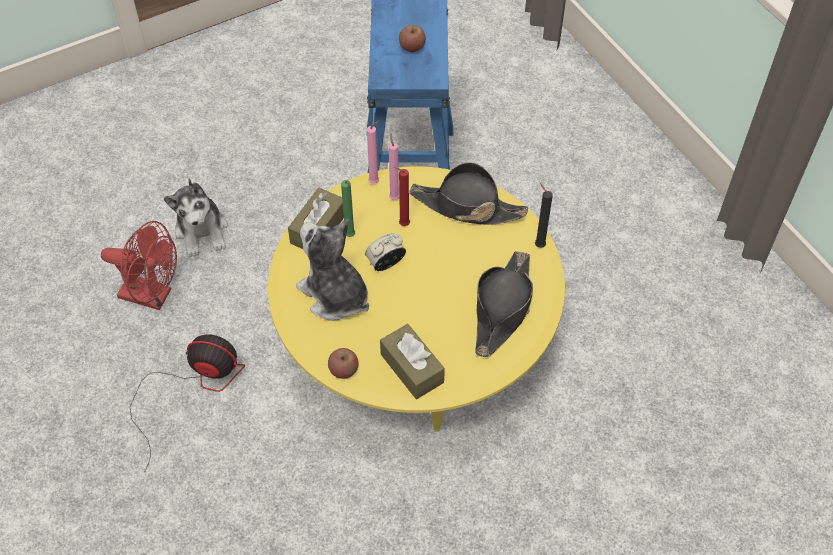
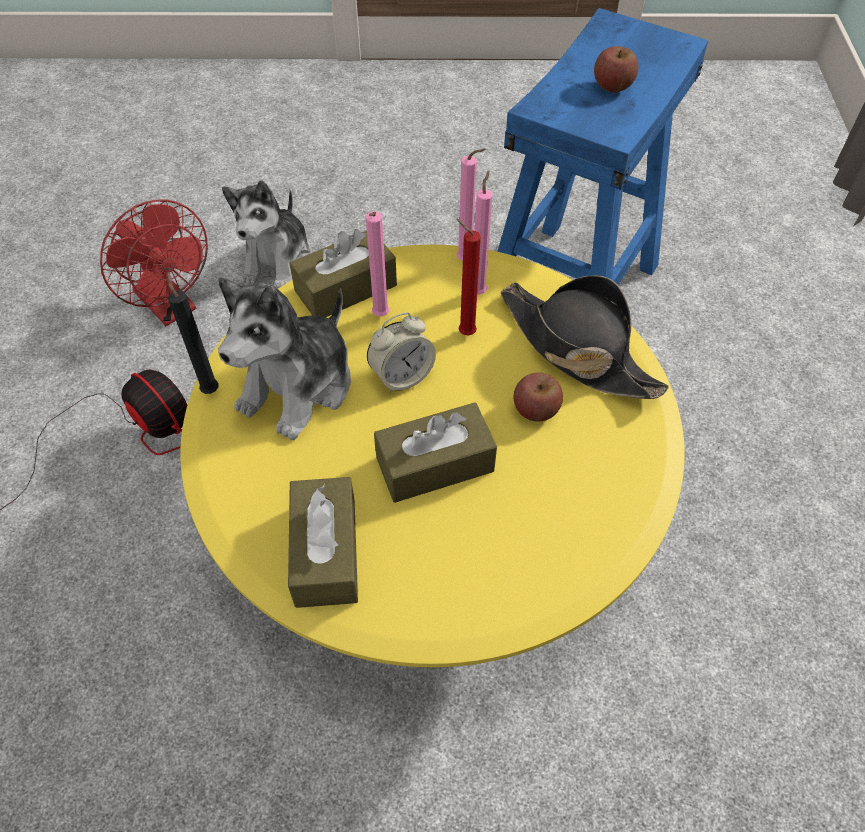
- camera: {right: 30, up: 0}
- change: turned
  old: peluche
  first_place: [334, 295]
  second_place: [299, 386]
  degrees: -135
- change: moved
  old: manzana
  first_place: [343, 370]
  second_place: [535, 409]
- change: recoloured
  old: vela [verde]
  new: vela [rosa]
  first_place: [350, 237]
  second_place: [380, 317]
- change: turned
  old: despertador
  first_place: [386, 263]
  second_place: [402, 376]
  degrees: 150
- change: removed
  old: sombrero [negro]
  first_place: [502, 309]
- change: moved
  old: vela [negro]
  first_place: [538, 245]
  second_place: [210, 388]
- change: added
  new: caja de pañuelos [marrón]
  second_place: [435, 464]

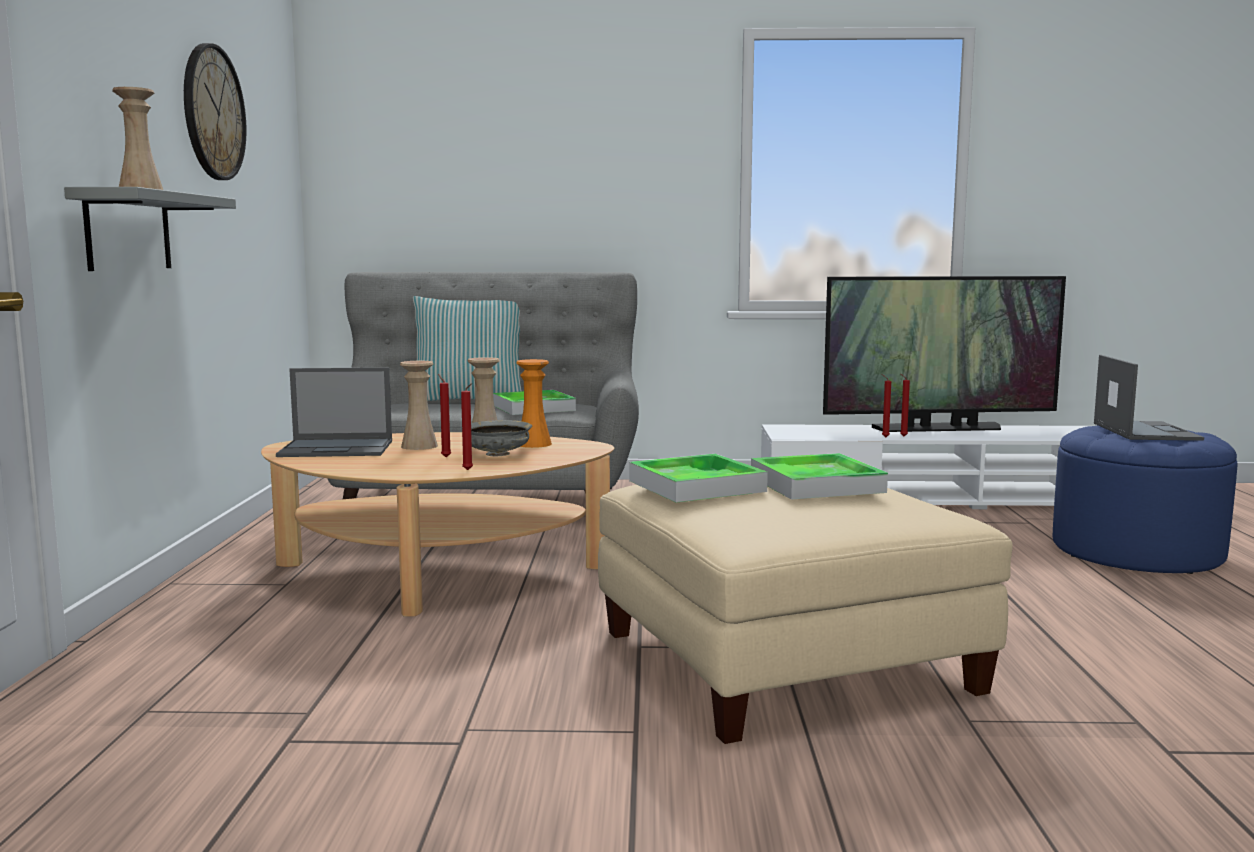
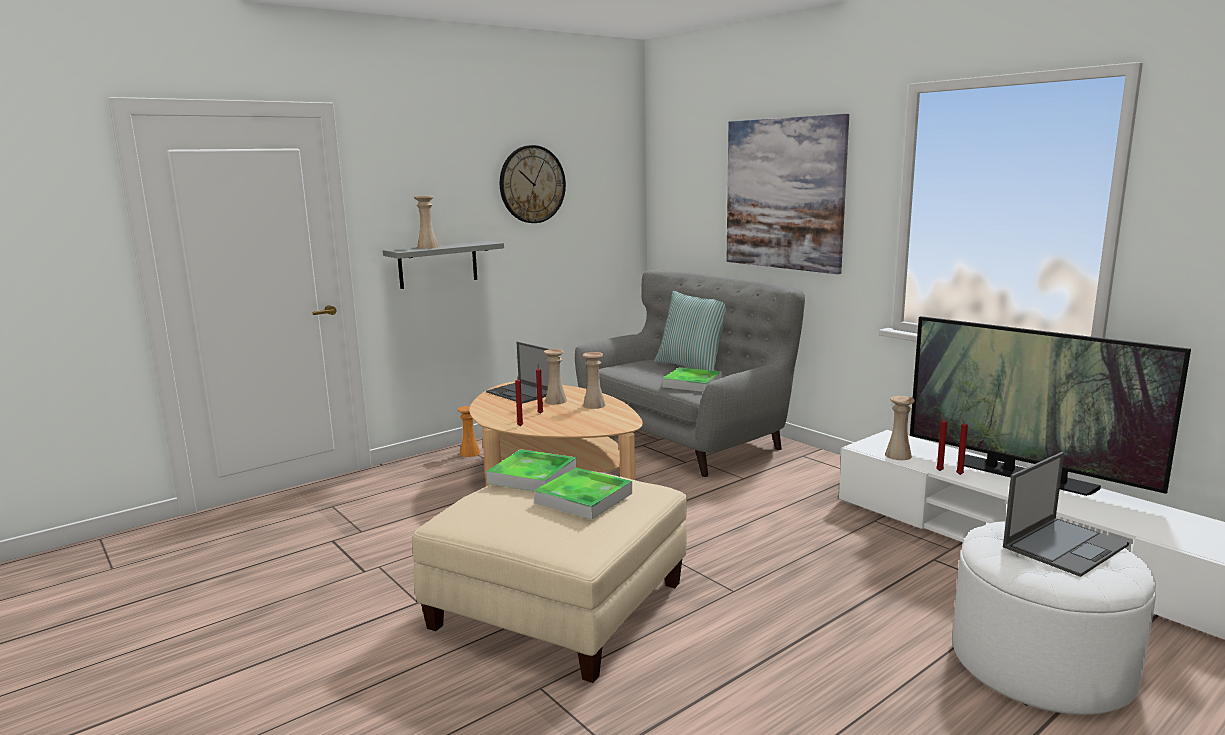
- camera: {right: 50, up: 5}
- change: removed
  old: cuenco [gris]
  first_place: [498, 454]
- change: moved
  old: florero [naranja]
  first_place: [533, 444]
  second_place: [470, 453]
- change: recoloured
  old: puf [azul]
  new: puf [blanco]
  first_place: [1136, 551]
  second_place: [1041, 663]
- change: added
  new: cuadro
  second_place: [784, 194]
- change: added
  new: florero [beis]
  second_place: [898, 455]

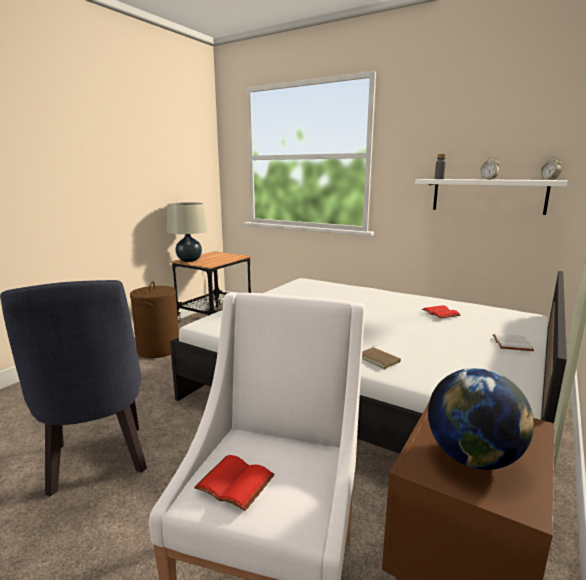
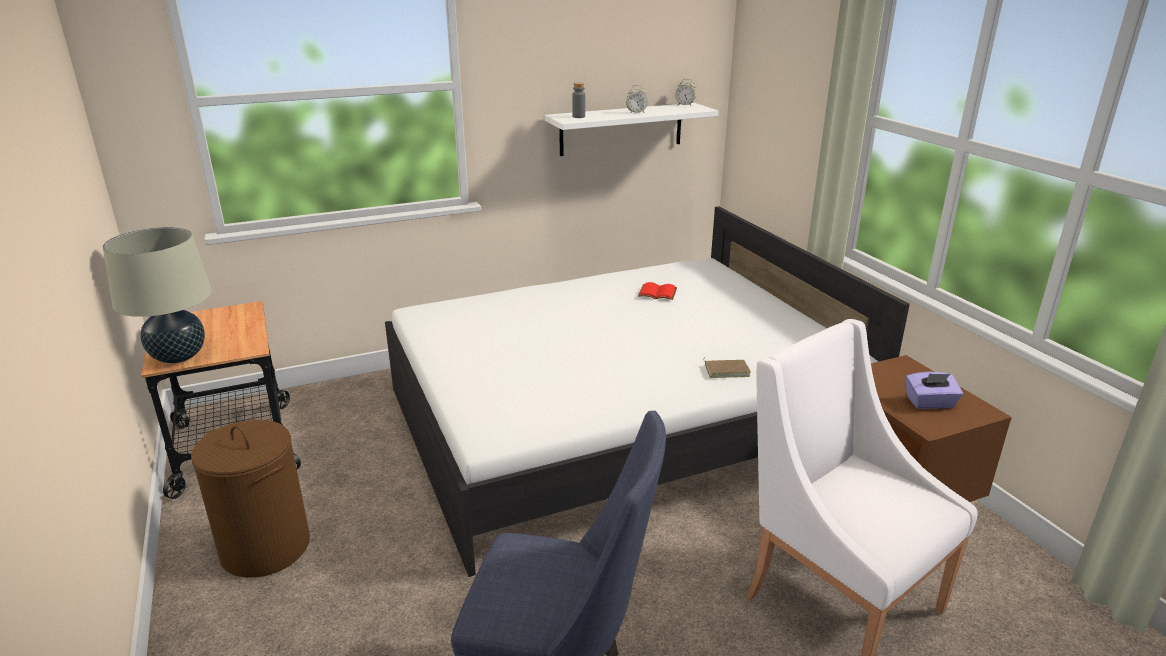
- camera: {right: -55, up: 10}
- change: removed
  old: libro [rojo]
  first_place: [237, 482]
- change: replaced
  old: globo terráqueo
  new: caja de pañuelos [morado]
  first_place: [472, 458]
  second_place: [930, 403]
- change: removed
  old: libro [blanco]
  first_place: [510, 343]

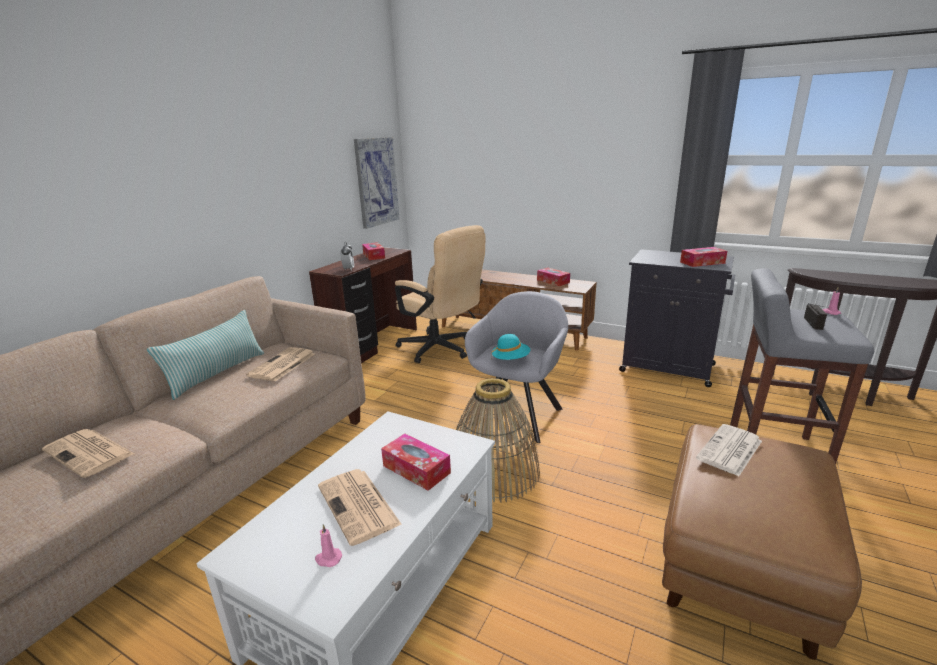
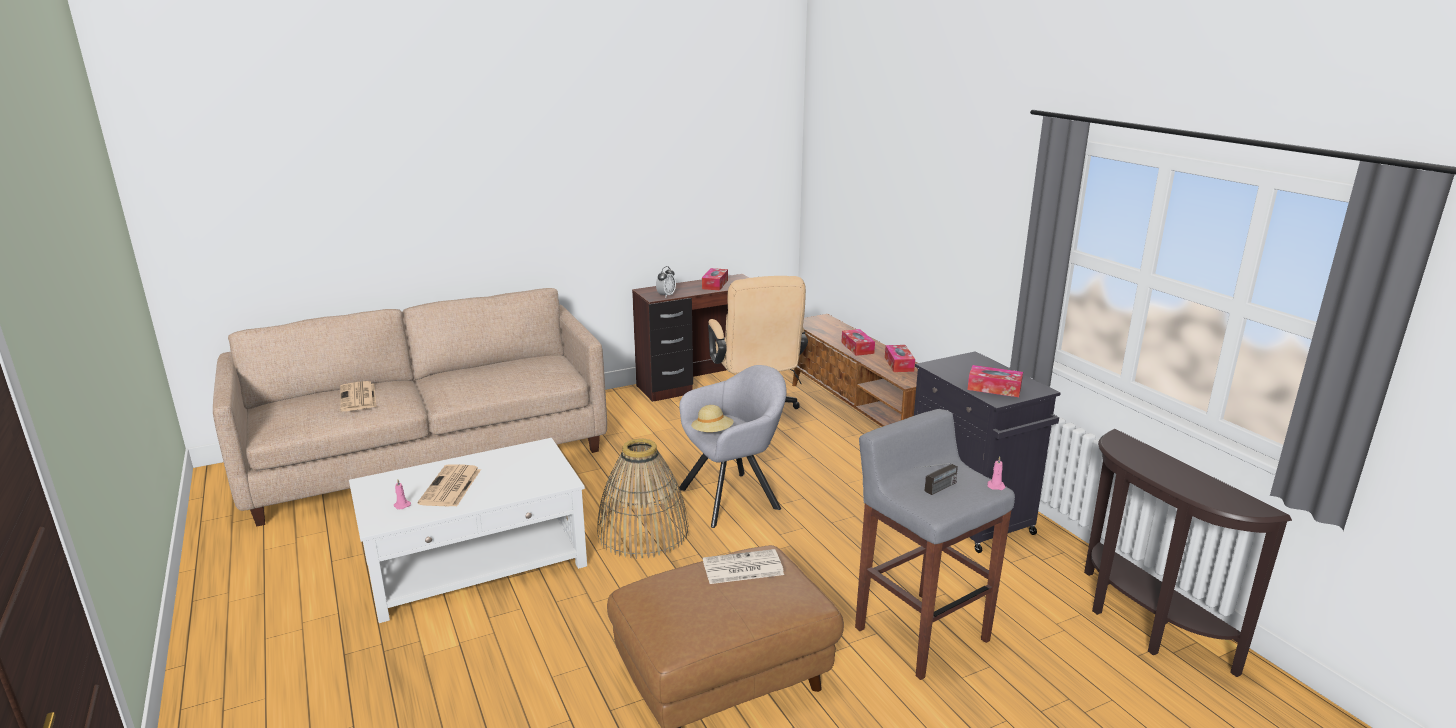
- camera: {right: 35, up: 0}
- change: removed
  old: cojín
  first_place: [217, 373]
- change: removed
  old: periódico
  first_place: [282, 365]
- change: removed
  old: cuadro
  first_place: [376, 182]
- change: moved
  old: caja de pañuelos
  first_place: [416, 469]
  second_place: [857, 348]
- change: recoloured
  old: sombrero [turquesa]
  new: sombrero [beis]
  first_place: [511, 360]
  second_place: [712, 433]

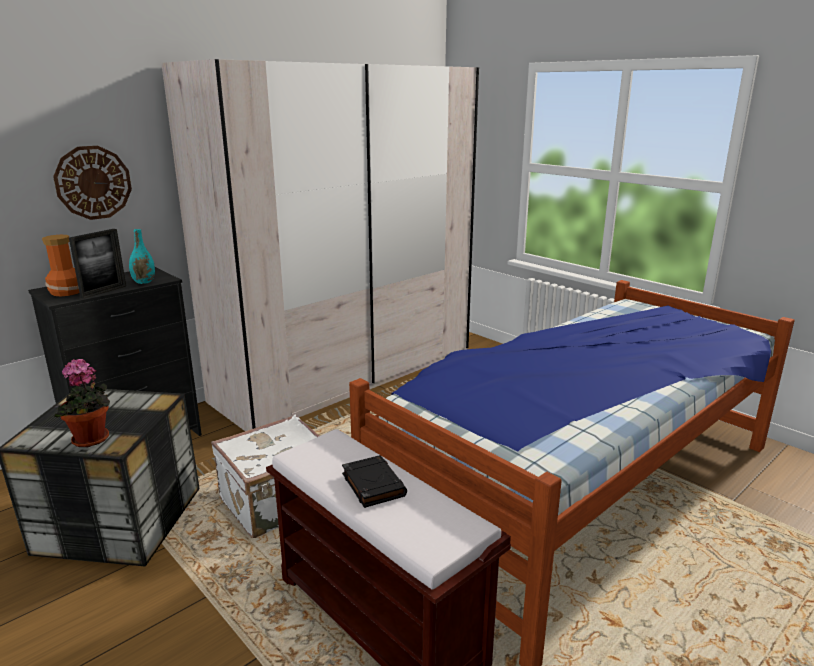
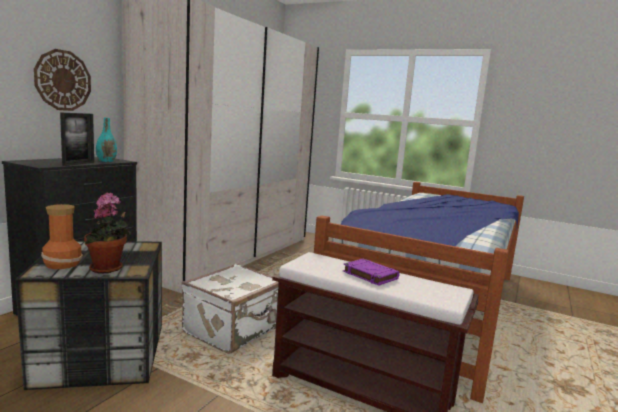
- camera: {right: -20, up: -10}
- change: moved
  old: florero
  first_place: [66, 292]
  second_place: [61, 264]
- change: recoloured
  old: libro [negro]
  new: libro [morado]
  first_place: [372, 484]
  second_place: [369, 275]

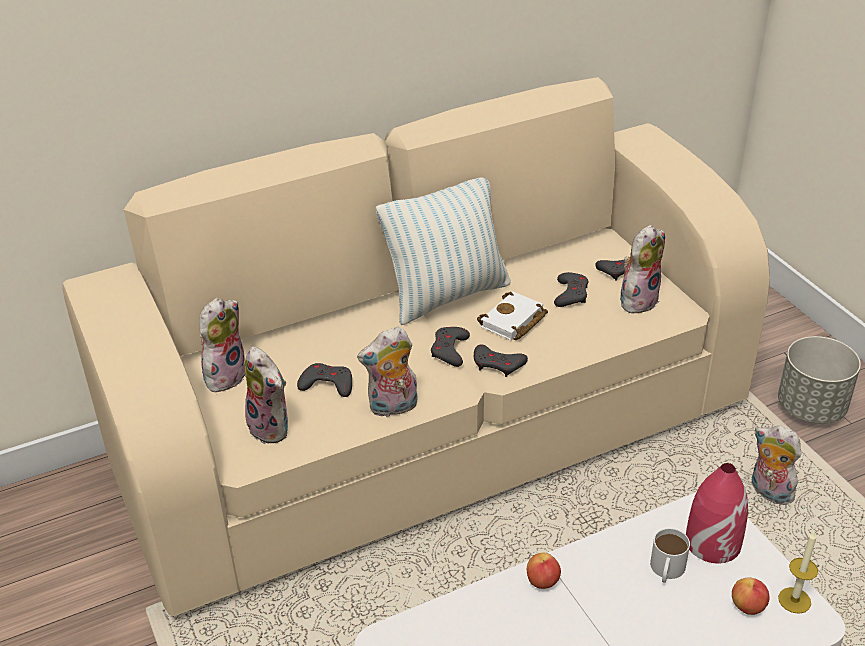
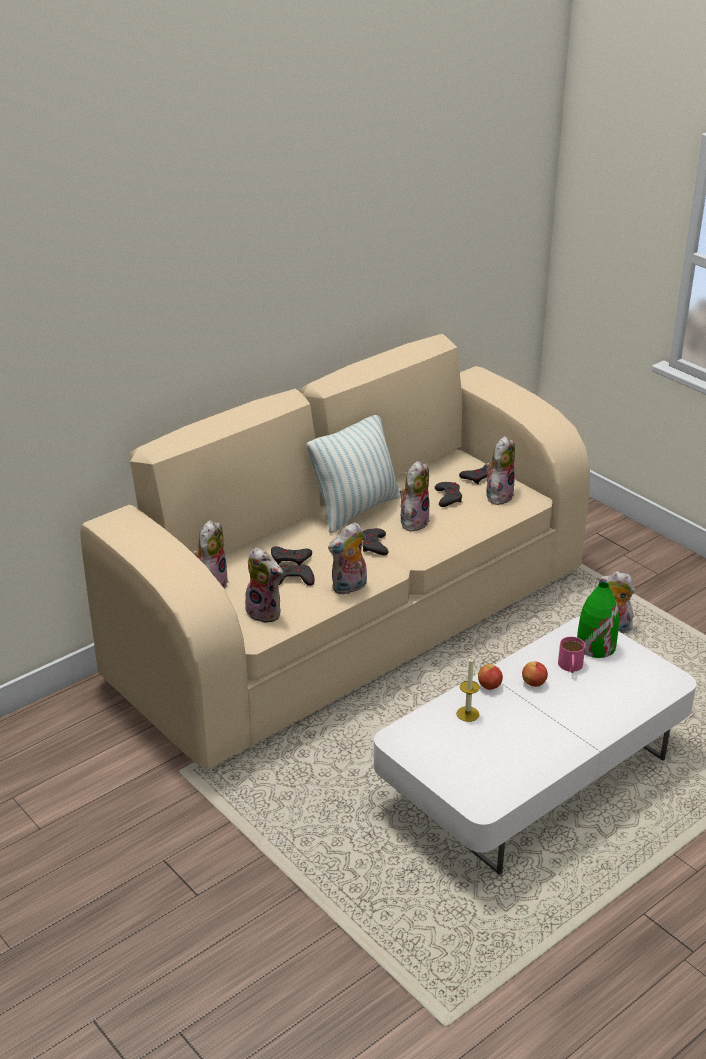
- camera: {right: -15, up: -5}
- change: moved
  old: mando de consola [gris]
  first_place: [498, 364]
  second_place: [290, 558]
- change: replaced
  old: libro [blanco]
  new: peluche
  first_place: [513, 322]
  second_place: [413, 521]
- change: recoloured
  old: taza grande [blanco]
  new: taza grande [rosa]
  first_place: [666, 570]
  second_place: [570, 667]
- change: recoloured
  old: florero [rojo]
  new: florero [verde]
  first_place: [712, 542]
  second_place: [595, 646]
- change: moved
  old: manzana
  first_place: [748, 606]
  second_place: [534, 683]
- change: removed
  old: maceta [gris]
  first_place: [811, 407]
- change: moved
  old: vela
  first_place: [794, 600]
  second_place: [467, 714]

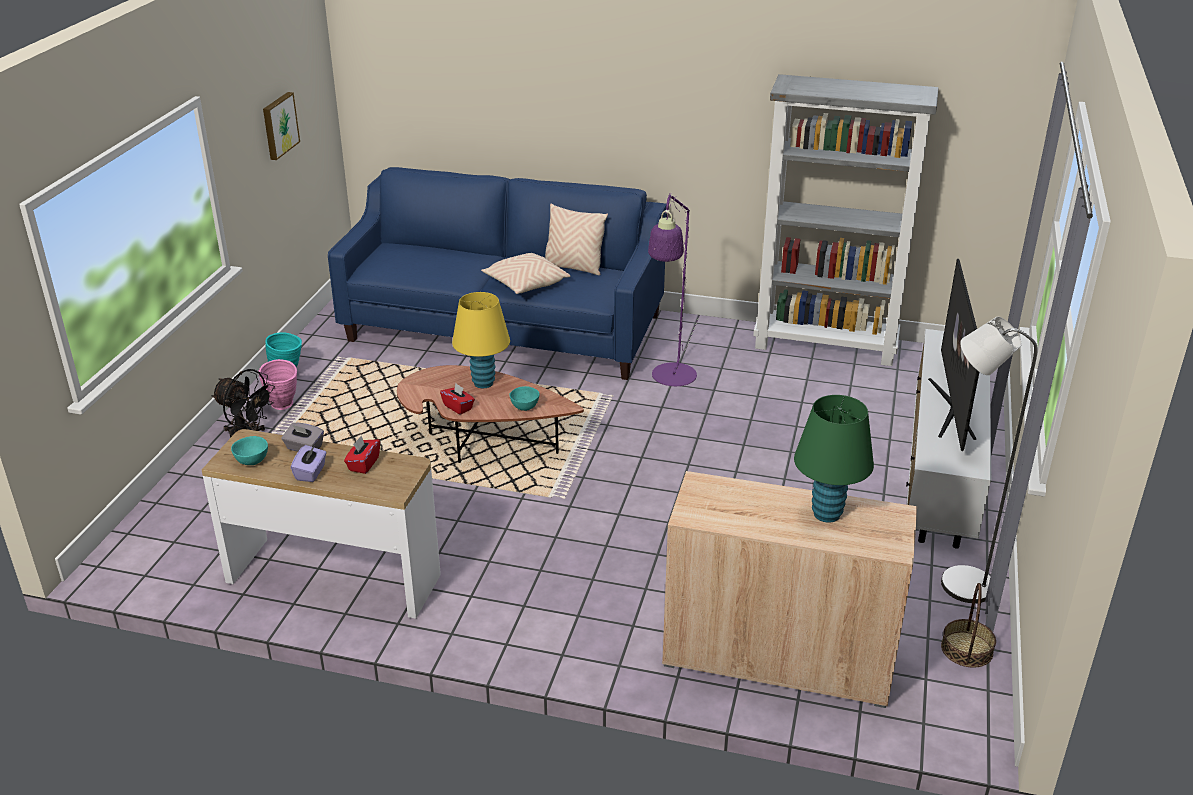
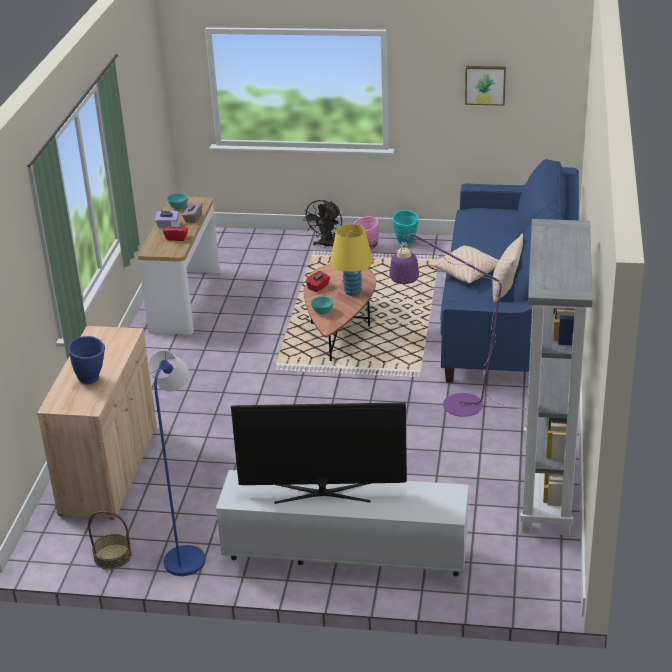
- camera: {right: 85, up: 0}
- change: replaced
  old: lámpara de mesa [verde]
  new: florero [azul]
  first_place: [826, 514]
  second_place: [92, 380]
- change: recoloured
  old: lámpara de pie [gris]
  new: lámpara de pie [azul]
  first_place: [956, 583]
  second_place: [187, 556]

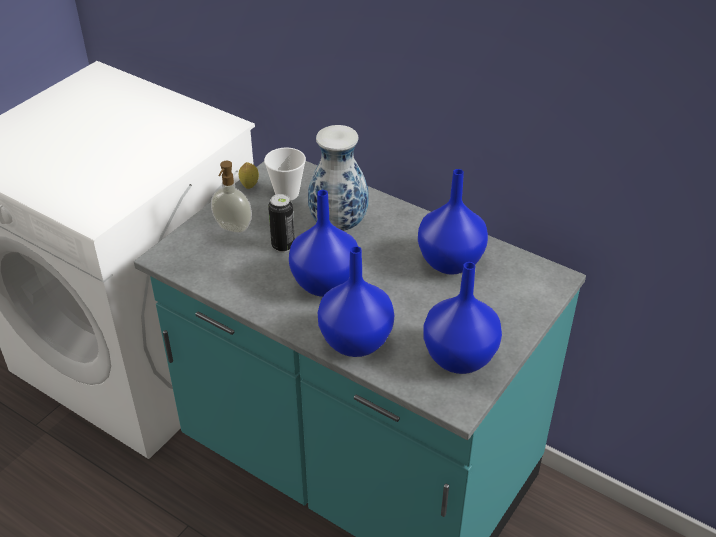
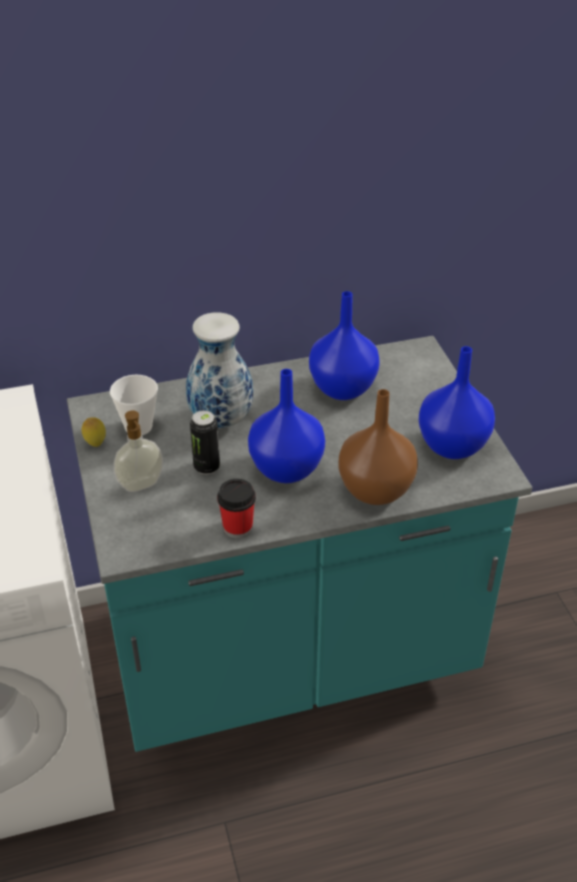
- camera: {right: -50, up: 0}
- change: recoloured
  old: florero [azul]
  new: florero [marrón]
  first_place: [356, 340]
  second_place: [374, 489]
- change: added
  new: taza
  second_place: [237, 527]

